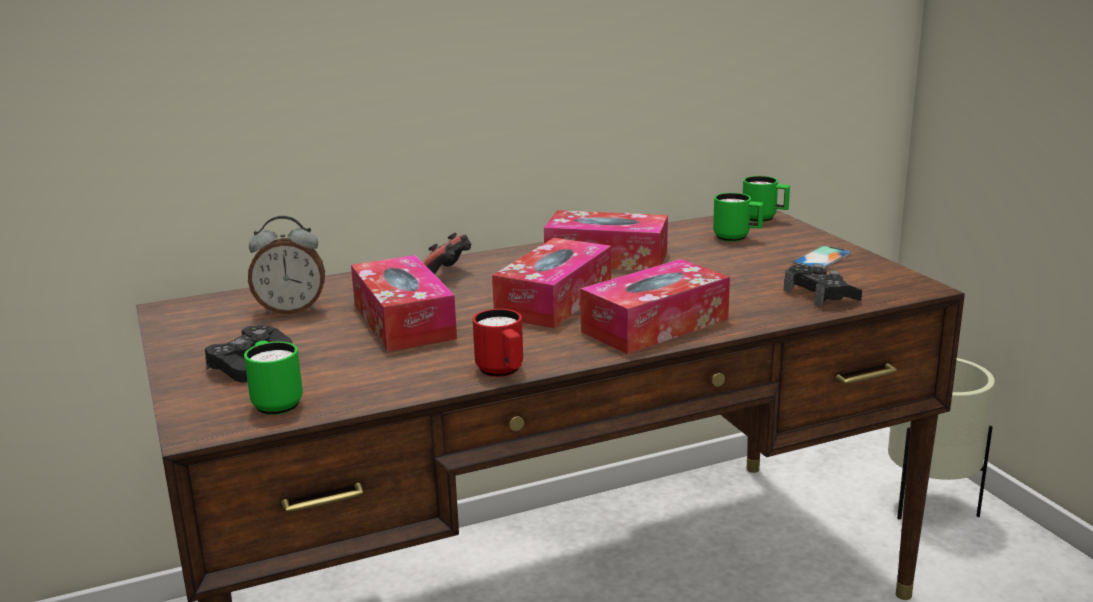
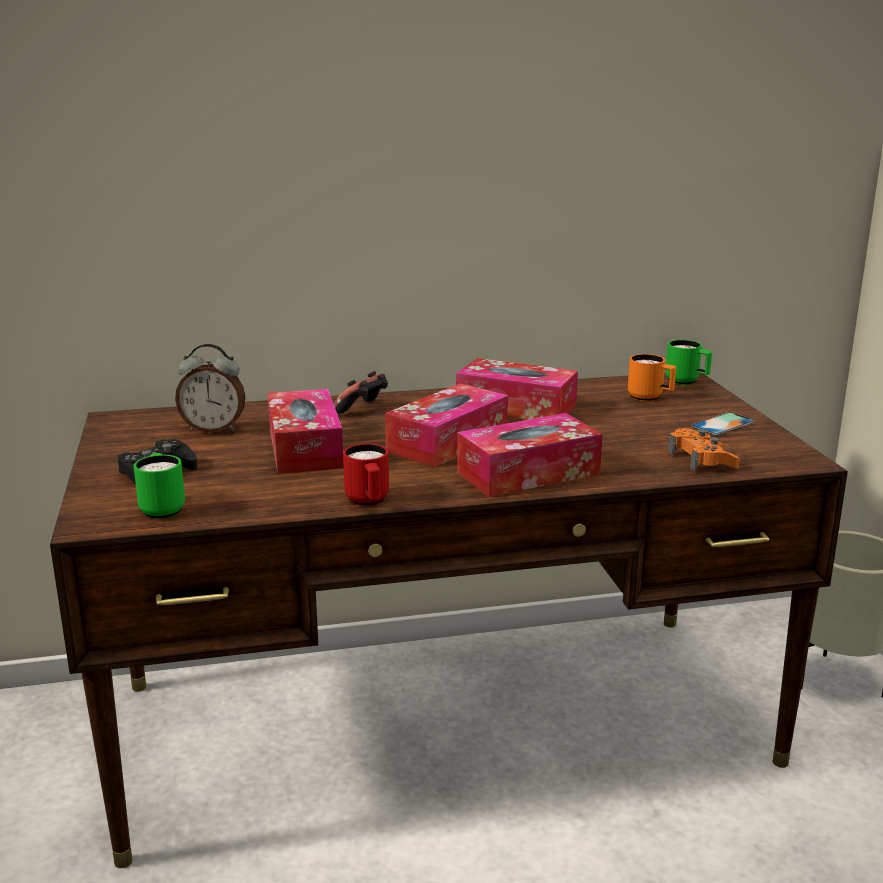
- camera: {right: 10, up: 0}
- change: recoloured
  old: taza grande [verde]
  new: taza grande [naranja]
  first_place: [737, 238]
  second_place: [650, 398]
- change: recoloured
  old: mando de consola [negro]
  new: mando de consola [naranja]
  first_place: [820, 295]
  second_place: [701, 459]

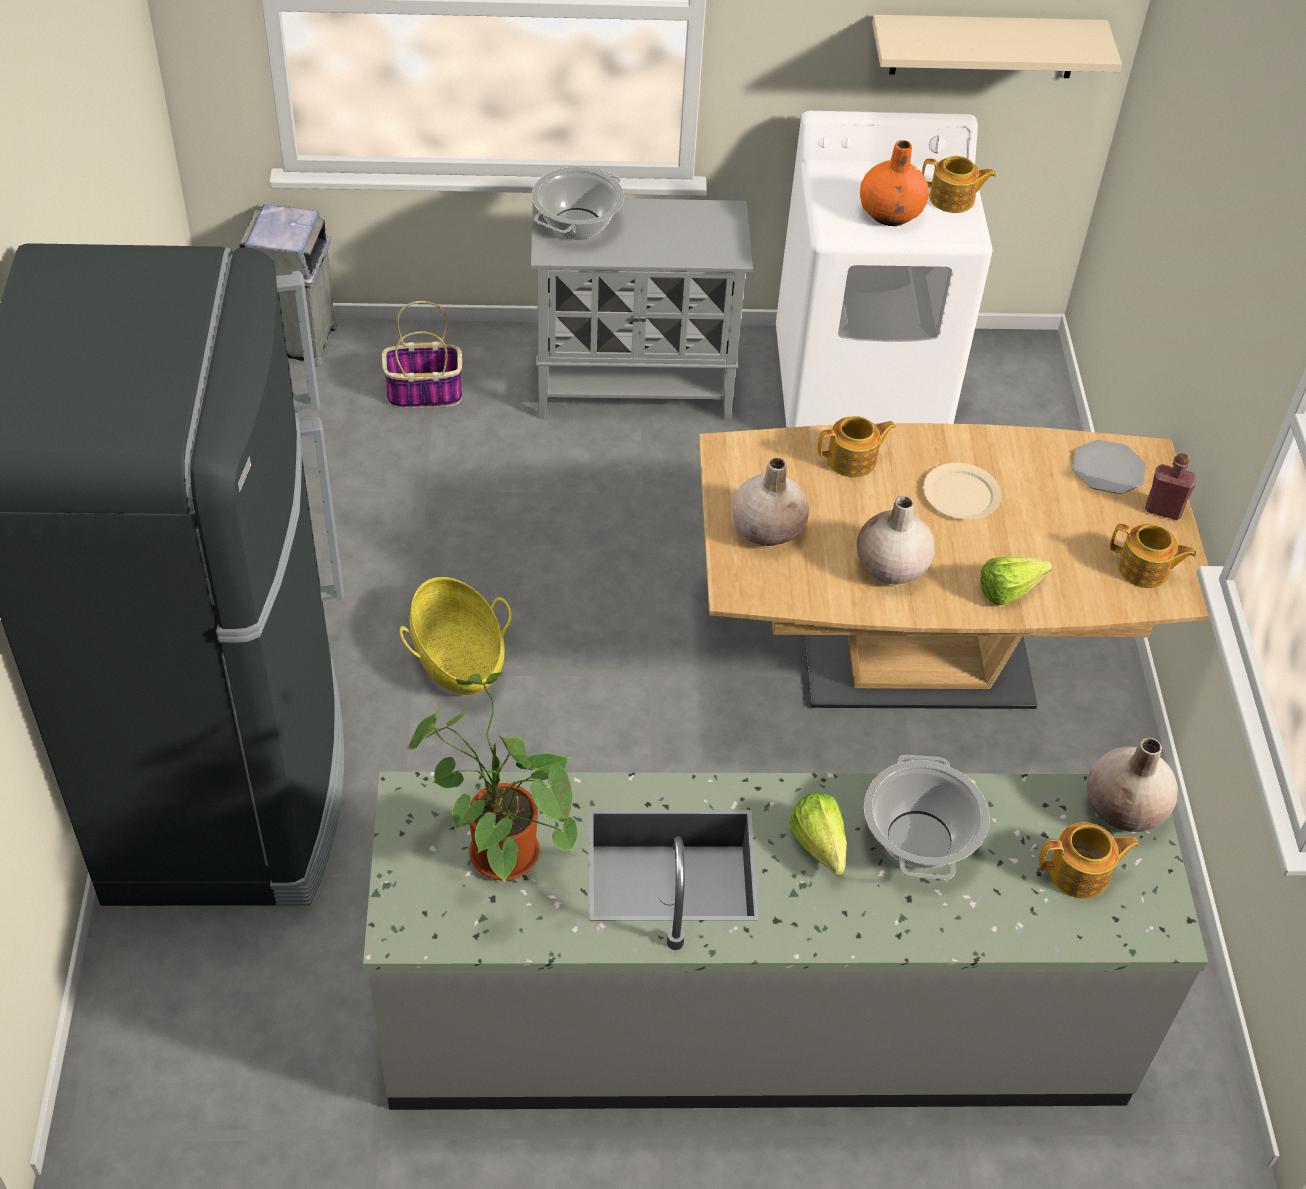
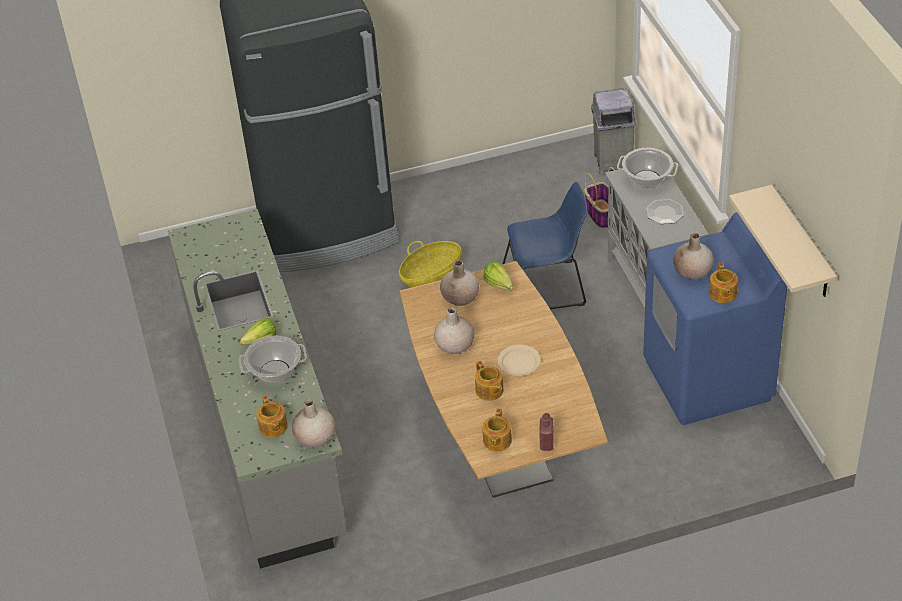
- camera: {right: 80, up: -5}
- change: removed
  old: planta en maceta
  first_place: [496, 851]
- change: recoloured
  old: lavadora [blanco]
  new: lavadora [azul]
  first_place: [861, 388]
  second_place: [708, 380]
- change: moved
  old: tetera
  first_place: [853, 460]
  second_place: [489, 391]
- change: recoloured
  old: florero [naranja]
  new: florero [beis]
  first_place: [891, 214]
  second_place: [692, 272]
- change: moved
  old: lechuga
  first_place: [1014, 590]
  second_place: [500, 286]
- change: moved
  old: plato
  first_place: [1108, 468]
  second_place: [665, 213]
- change: added
  new: silla [azul]
  second_place: [547, 287]

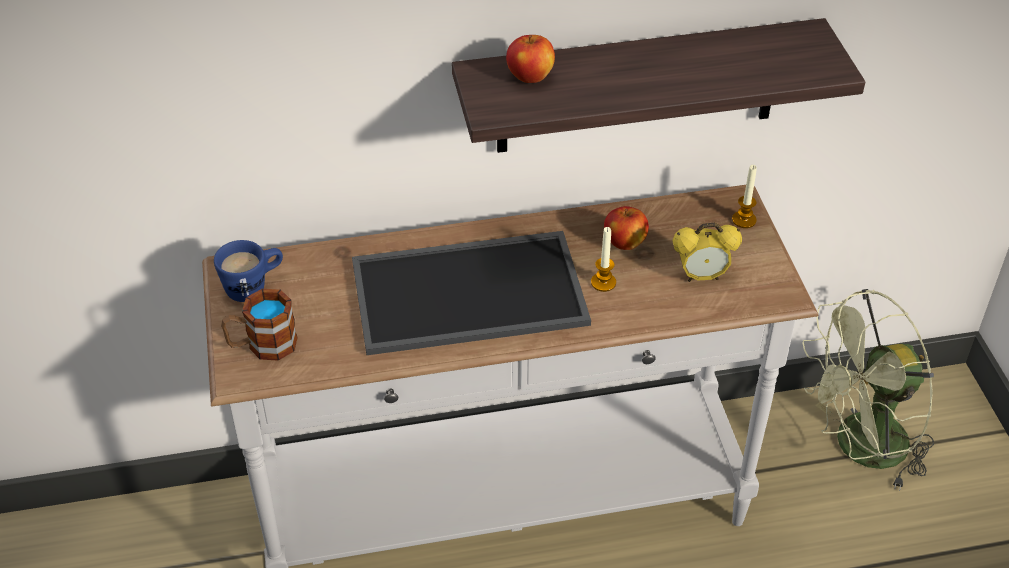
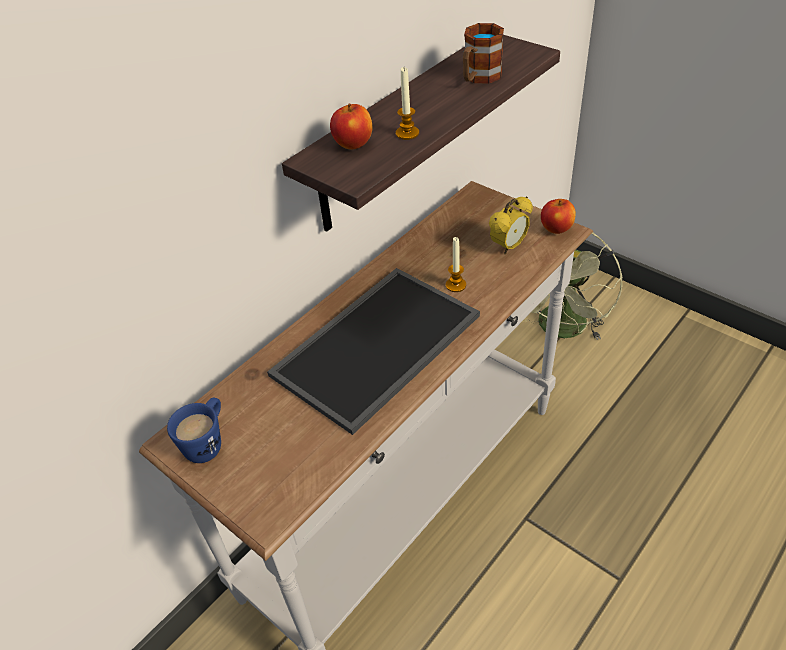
- camera: {right: -35, up: 0}
- change: moved
  old: taza grande
  first_place: [262, 345]
  second_place: [478, 78]
- change: moved
  old: manzana
  first_place: [625, 243]
  second_place: [556, 229]
- change: moved
  old: vela
  first_place: [744, 220]
  second_place: [407, 133]

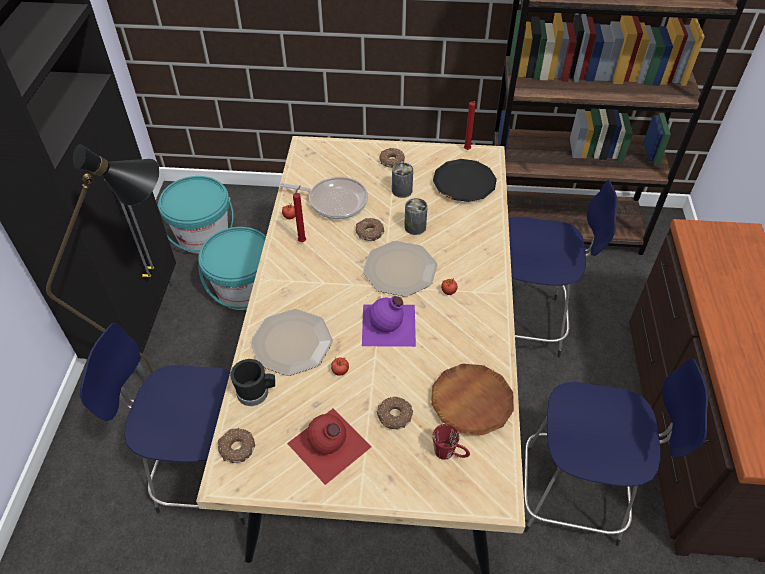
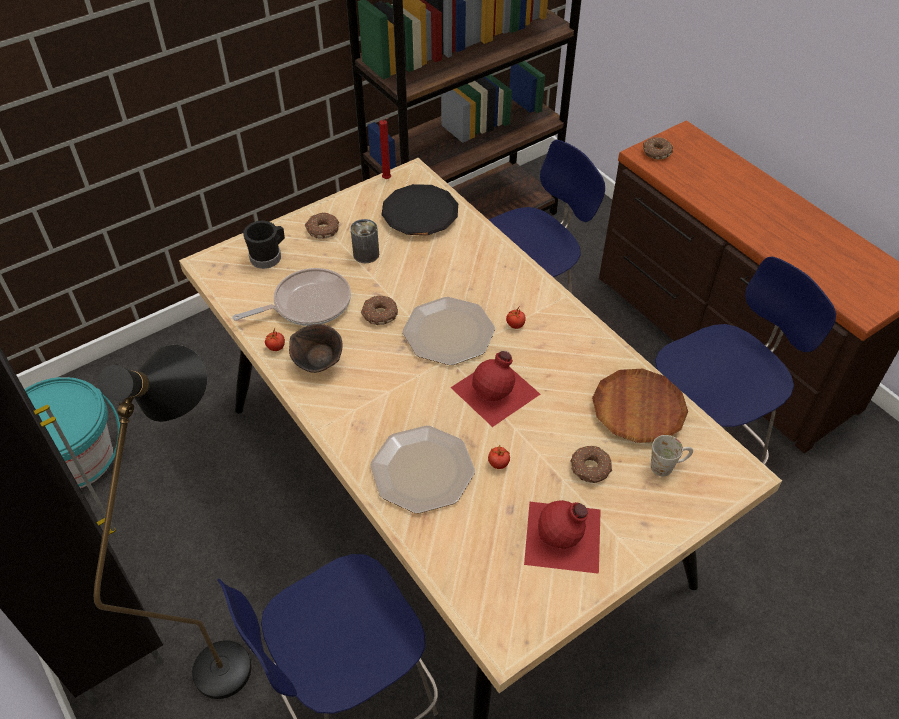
- camera: {right: -40, up: 0}
- change: removed
  old: cubo [turquesa]
  first_place: [244, 289]
- change: moved
  old: rosquilla
  first_place: [236, 448]
  second_place: [656, 152]
- change: moved
  old: taza grande [negro]
  first_place: [256, 393]
  second_place: [269, 256]
- change: replaced
  old: vela [rojo]
  new: cuenco [marrón]
  first_place: [303, 241]
  second_place: [319, 363]
- change: recoloured
  old: botella [morado]
  new: botella [rojo]
  first_place: [389, 325]
  second_place: [497, 390]
- change: removed
  old: lata
  first_place: [415, 227]
- change: recoloured
  old: taza grande [rojo]
  new: taza grande [blanco]
  first_place: [450, 453]
  second_place: [668, 466]

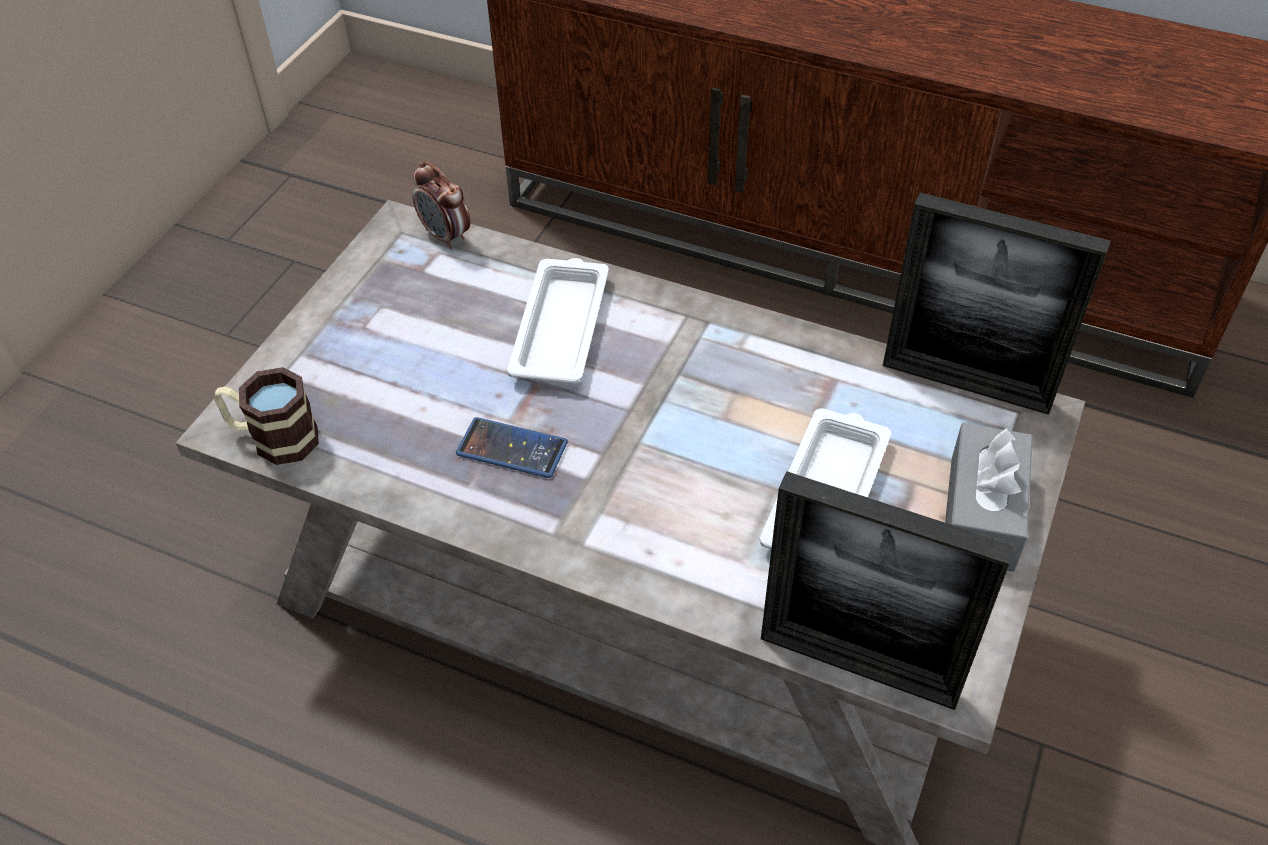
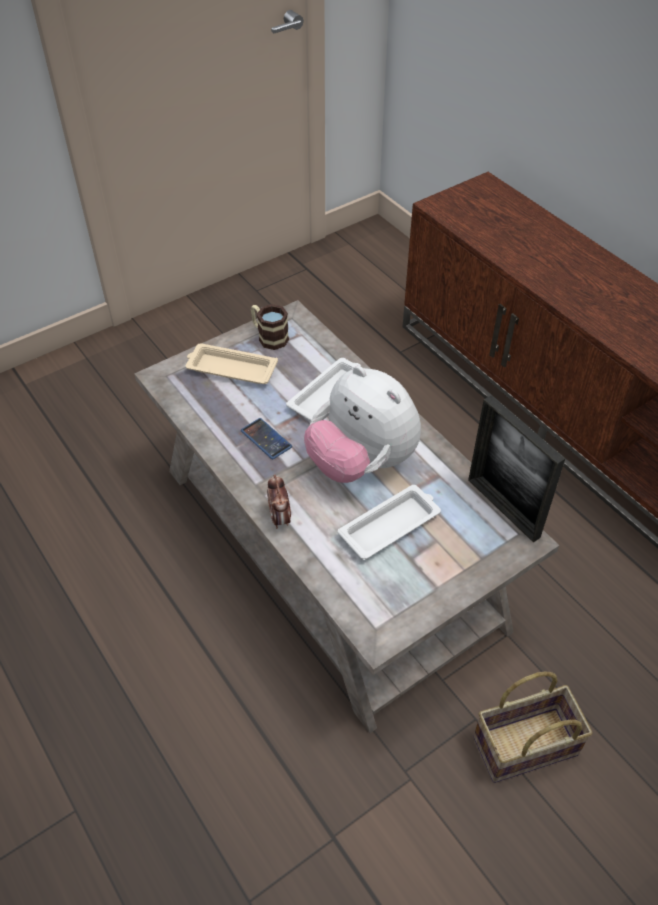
- camera: {right: 30, up: 0}
- change: moved
  old: taza grande
  first_place: [273, 438]
  second_place: [269, 336]
- change: moved
  old: despertador
  first_place: [446, 236]
  second_place: [280, 518]
- change: removed
  old: portarretratos
  first_place: [858, 665]
- change: removed
  old: caja de pañuelos [gris]
  first_place: [981, 513]
- change: added
  new: bandeja [beis]
  second_place: [230, 368]
- change: added
  new: peluche
  second_place: [361, 462]
- change: added
  new: cesta
  second_place: [524, 748]

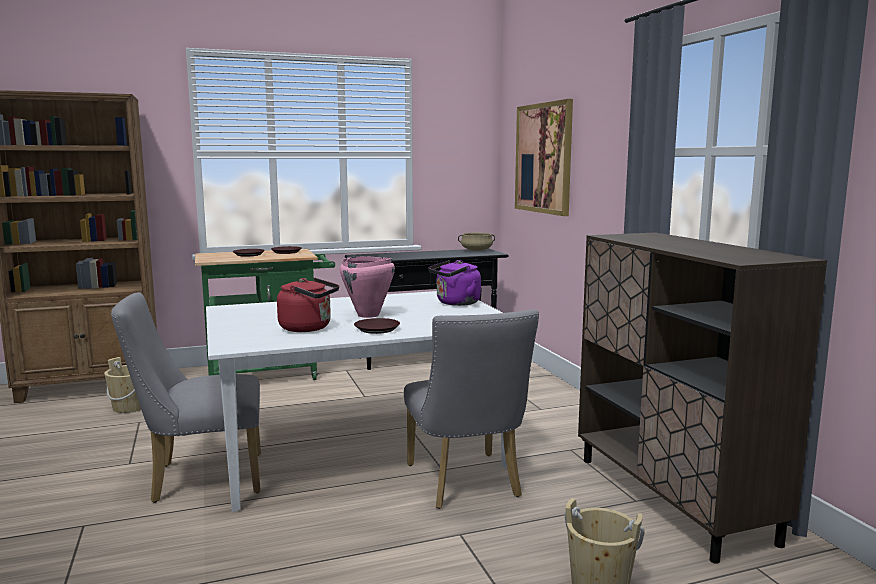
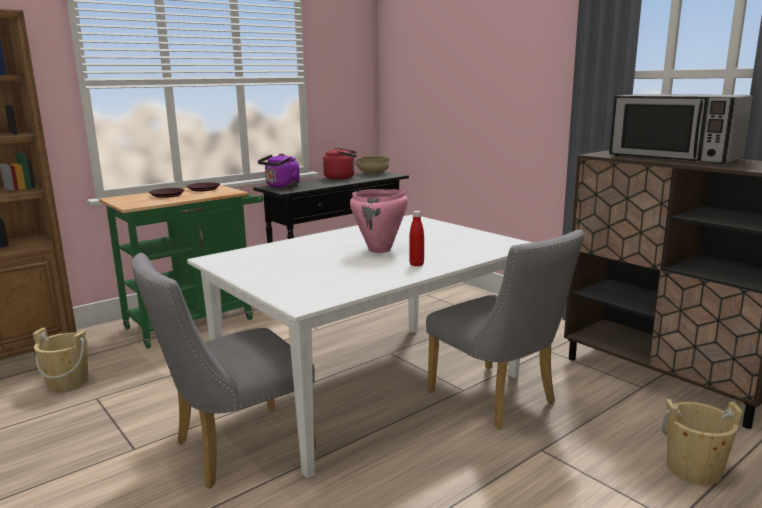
- camera: {right: -20, up: 5}
- change: moved
  old: hervidor [rojo]
  first_place: [308, 328]
  second_place: [341, 178]
- change: replaced
  old: plato [marrón]
  new: botella [rojo]
  first_place: [377, 329]
  second_place: [416, 264]
- change: moved
  old: hervidor [morado]
  first_place: [456, 303]
  second_place: [281, 187]
- change: removed
  old: cuadro
  first_place: [543, 158]
- change: added
  new: microondas
  second_place: [673, 157]

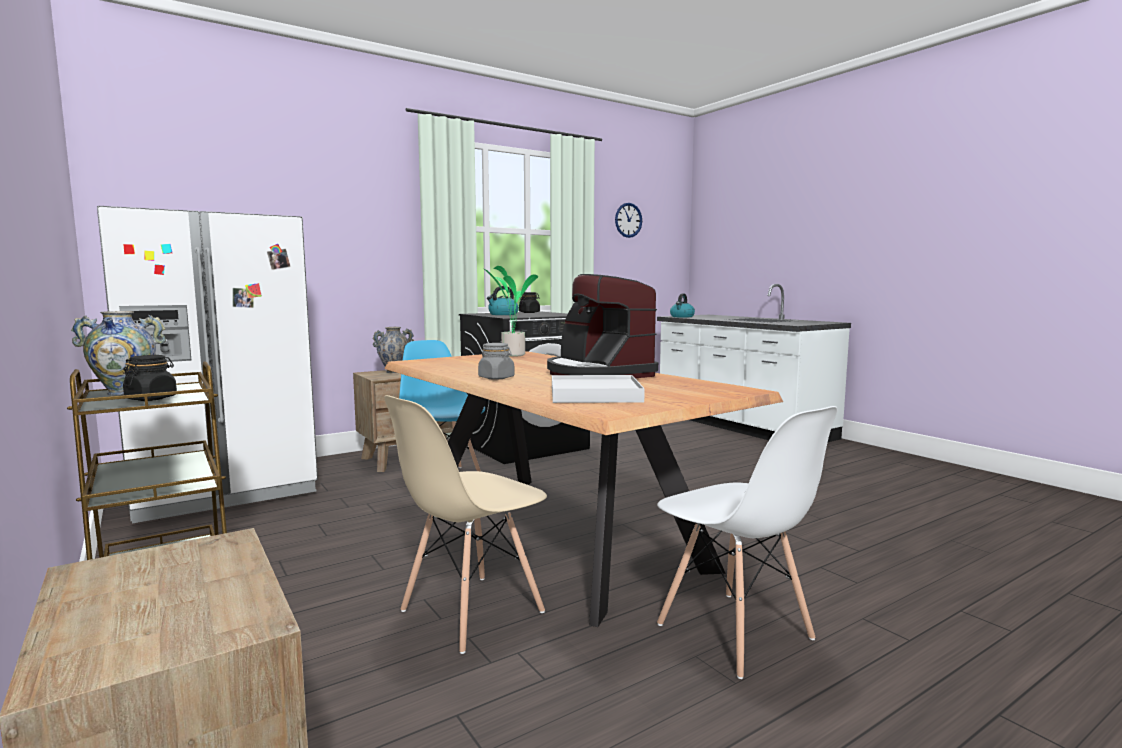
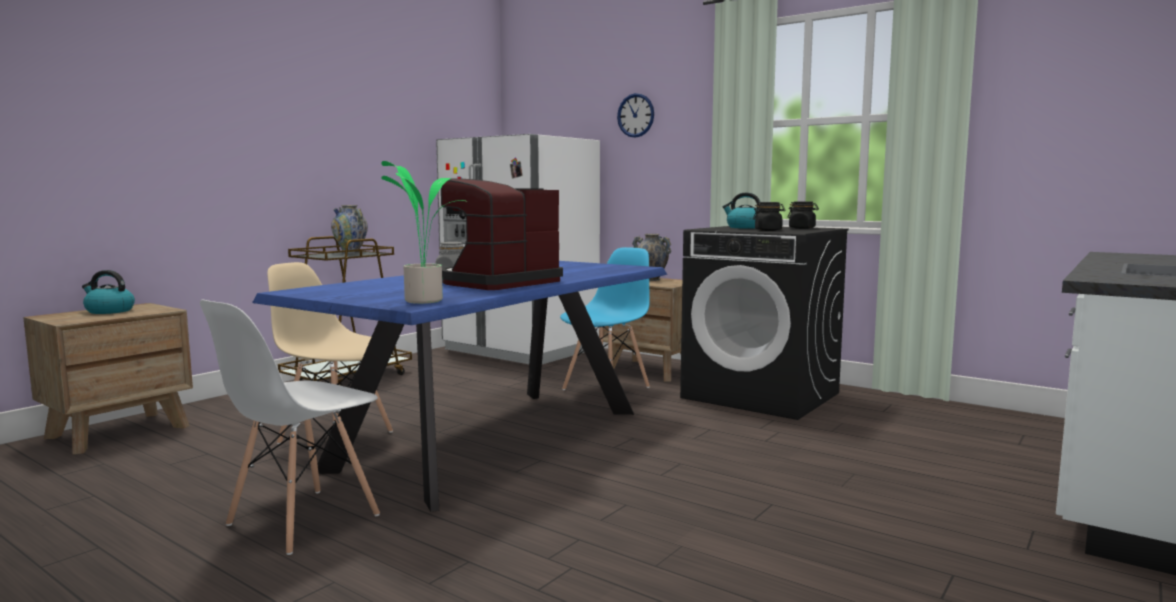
- camera: {right: 70, up: 0}
- change: moved
  old: tarro [negro]
  first_place: [151, 398]
  second_place: [768, 230]
- change: recoloured
  old: mesa de comedor [marrón]
  new: mesa de comedor [azul]
  first_place: [552, 535]
  second_place: [492, 439]
- change: moved
  old: planta en maceta
  first_place: [511, 355]
  second_place: [423, 301]
- change: removed
  old: bandeja [blanco]
  first_place: [595, 394]
- change: moved
  old: reloj de pared
  first_place: [628, 220]
  second_place: [635, 115]
- change: moved
  old: hervidor
  first_place: [682, 317]
  second_place: [109, 311]

